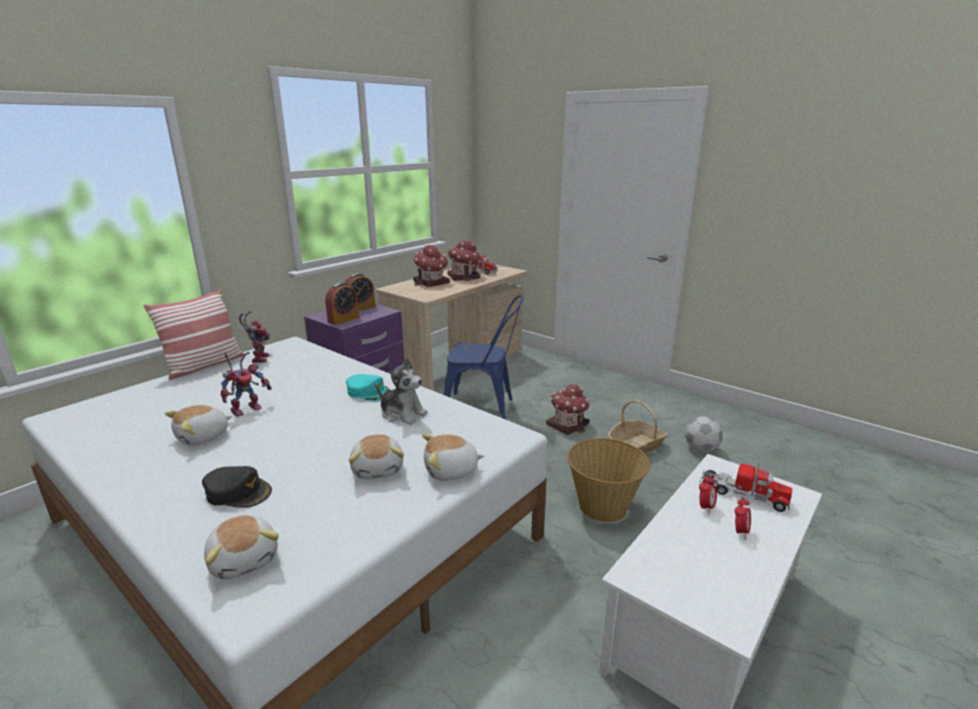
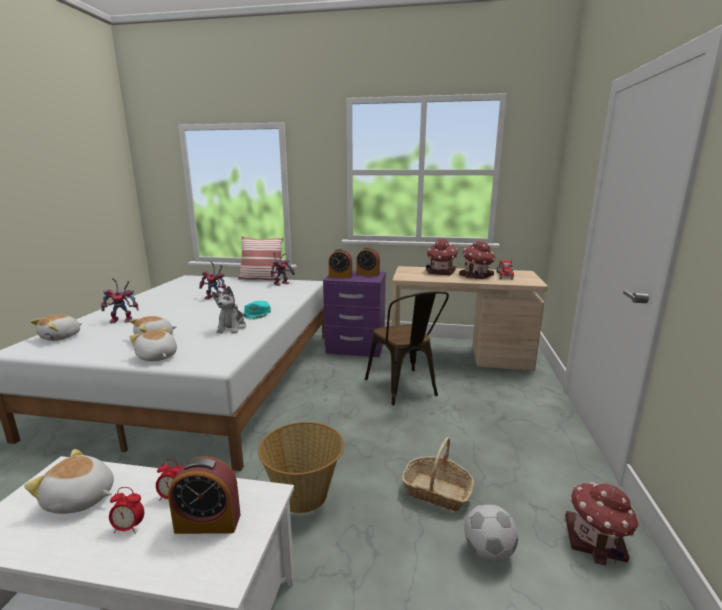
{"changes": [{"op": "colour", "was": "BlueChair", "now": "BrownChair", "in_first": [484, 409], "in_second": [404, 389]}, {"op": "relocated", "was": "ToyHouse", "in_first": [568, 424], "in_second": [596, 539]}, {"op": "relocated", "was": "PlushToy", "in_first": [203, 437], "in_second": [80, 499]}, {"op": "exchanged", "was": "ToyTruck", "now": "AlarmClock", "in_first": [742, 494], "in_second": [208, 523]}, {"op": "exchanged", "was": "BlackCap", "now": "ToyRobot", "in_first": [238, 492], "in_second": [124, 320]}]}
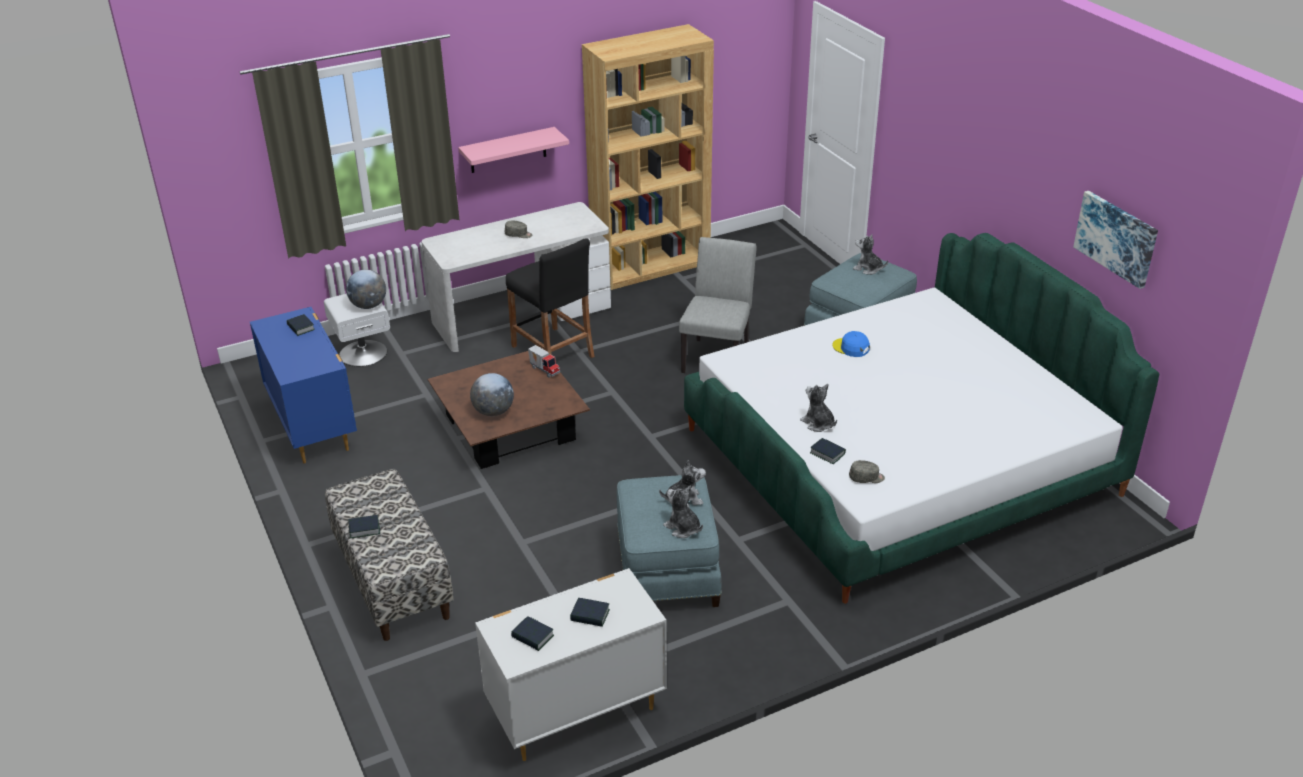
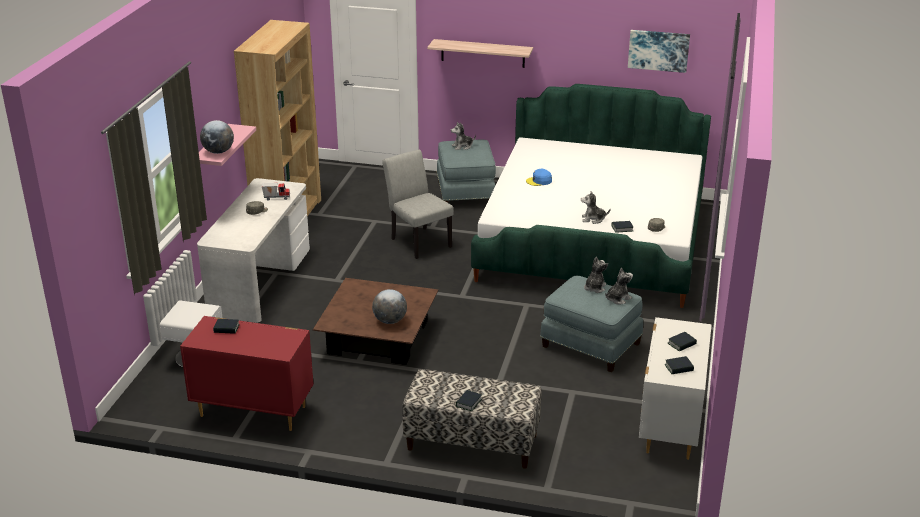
{"changes": [{"op": "missing", "was": "BlackStool", "in_first": [553, 351]}, {"op": "relocated", "was": "Globe", "in_first": [369, 306], "in_second": [218, 152]}, {"op": "colour", "was": "BlueDresser", "now": "RedDresser", "in_first": [313, 426], "in_second": [252, 410]}, {"op": "relocated", "was": "ToyTruck", "in_first": [545, 370], "in_second": [276, 197]}, {"op": "spun", "was": "PlushToy", "in_first": [683, 528], "in_second": [617, 299], "clockwise": 150}, {"op": "appeared", "now": "Shelf", "in_second": [482, 53]}]}
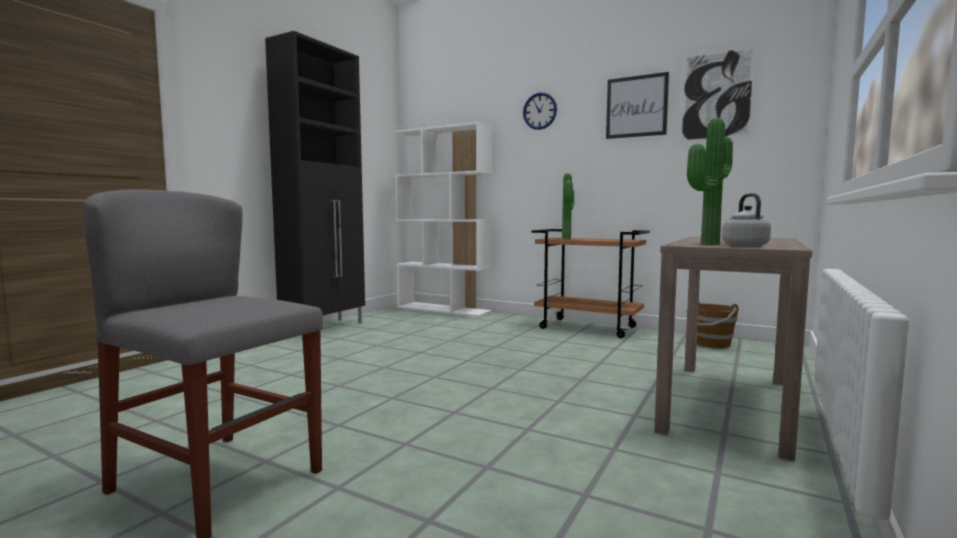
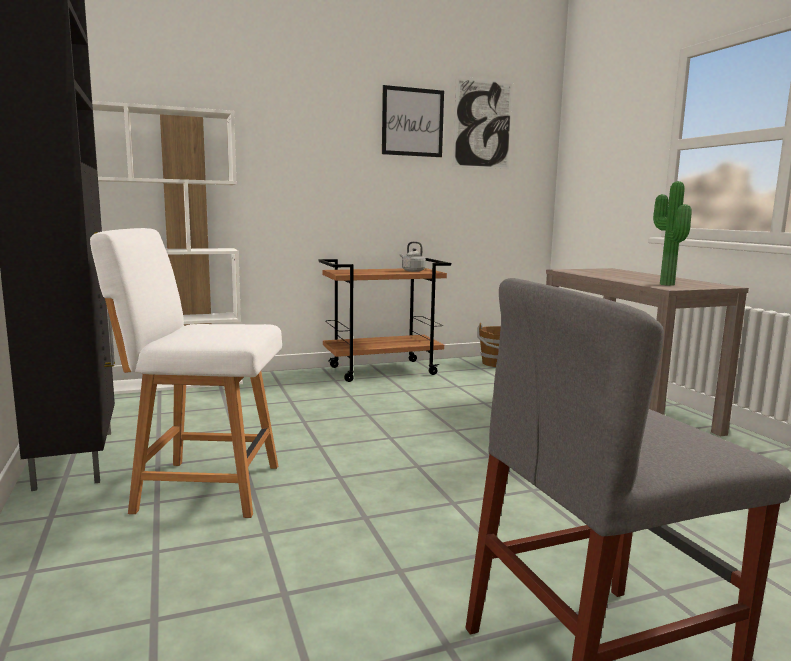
{"changes": [{"op": "missing", "was": "WallClock", "in_first": [540, 111]}, {"op": "missing", "was": "PottedPlant", "in_first": [568, 239]}, {"op": "relocated", "was": "GreyKettle", "in_first": [743, 246], "in_second": [412, 271]}, {"op": "appeared", "now": "WhiteChair", "in_second": [203, 487]}]}
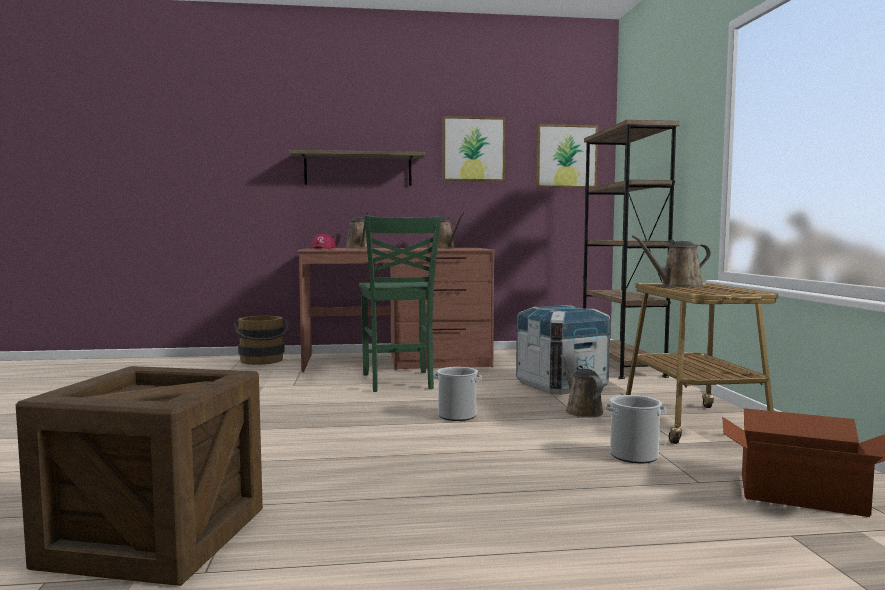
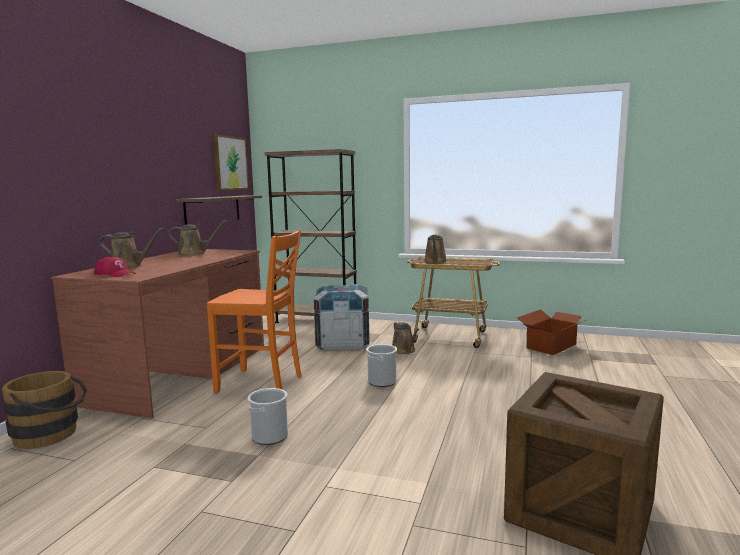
{"changes": [{"op": "missing", "was": "Picture", "in_first": [473, 149]}, {"op": "relocated", "was": "Shelf", "in_first": [358, 169], "in_second": [213, 210]}, {"op": "colour", "was": "GreenChair", "now": "OrangeChair", "in_first": [398, 382], "in_second": [261, 384]}, {"op": "spun", "was": "BrownWateringCan", "in_first": [582, 411], "in_second": [404, 351], "clockwise": -120}, {"op": "relocated", "was": "Bucket", "in_first": [634, 455], "in_second": [270, 436]}]}
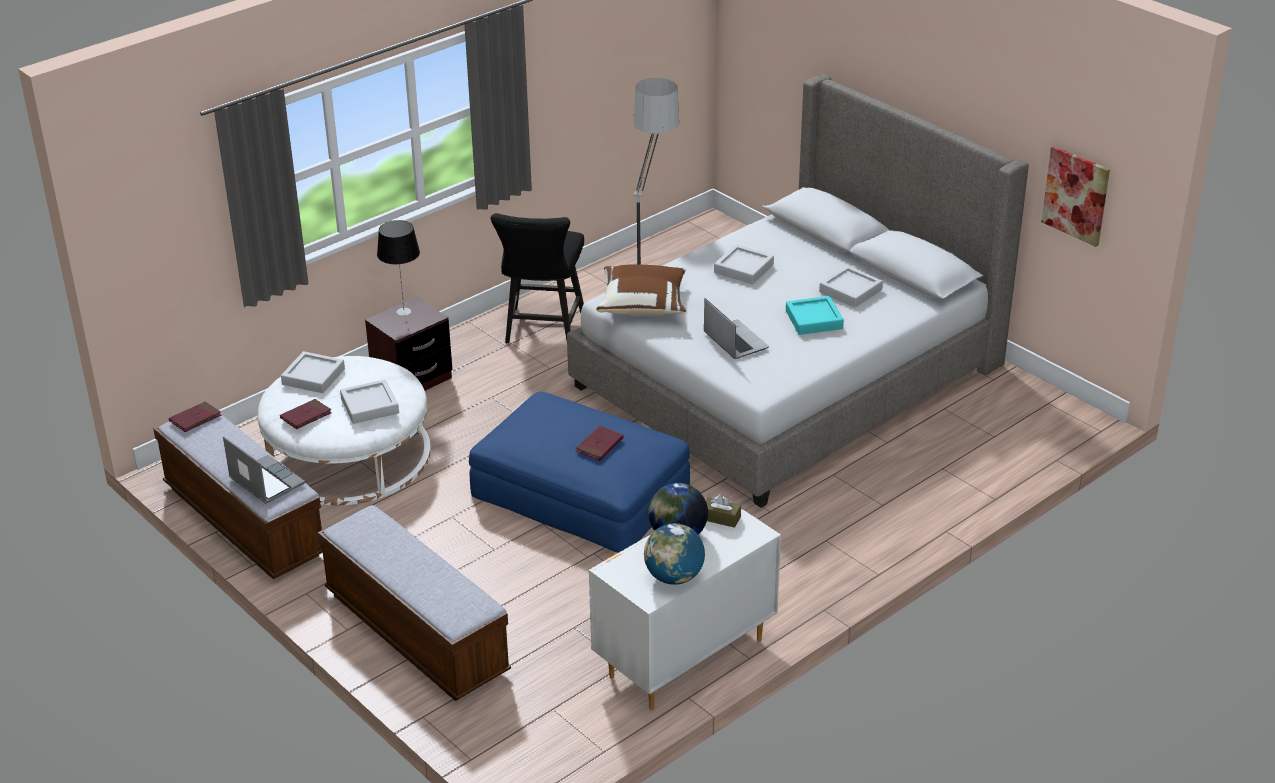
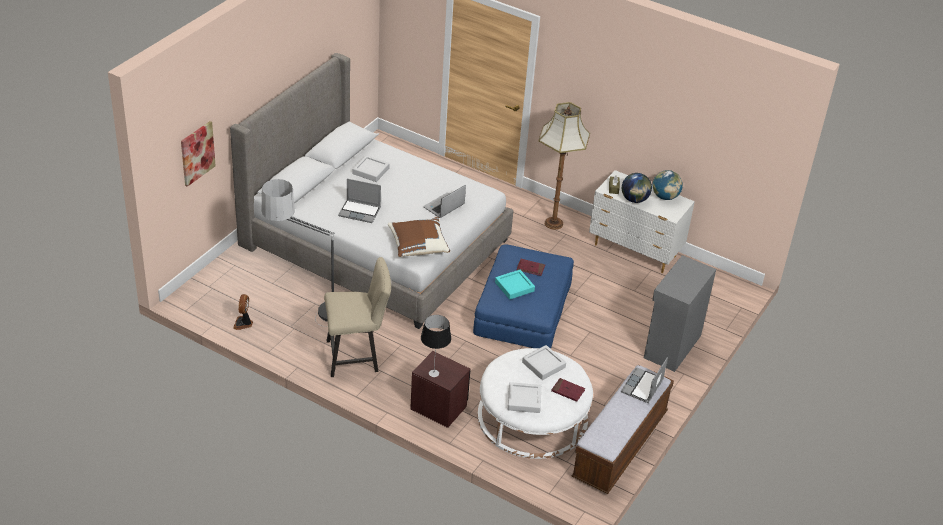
{"changes": [{"op": "relocated", "was": "Picture", "in_first": [1076, 195], "in_second": [197, 153]}, {"op": "colour", "was": "BlackChair", "now": "BeigeChair", "in_first": [542, 331], "in_second": [357, 356]}, {"op": "exchanged", "was": "GreyTray", "now": "Laptop", "in_first": [743, 268], "in_second": [360, 212]}, {"op": "relocated", "was": "TurquoiseTray", "in_first": [814, 320], "in_second": [514, 287]}, {"op": "missing", "was": "RedBook", "in_first": [195, 419]}, {"op": "exchanged", "was": "Bench", "now": "GreyCabinet", "in_first": [416, 633], "in_second": [671, 346]}, {"op": "appeared", "now": "FloorLamp", "in_second": [553, 223]}, {"op": "appeared", "now": "Fan", "in_second": [243, 323]}]}
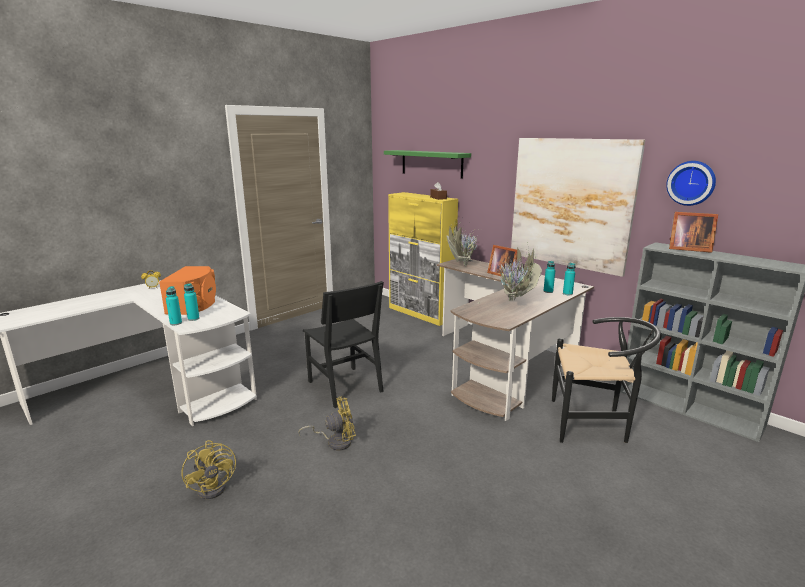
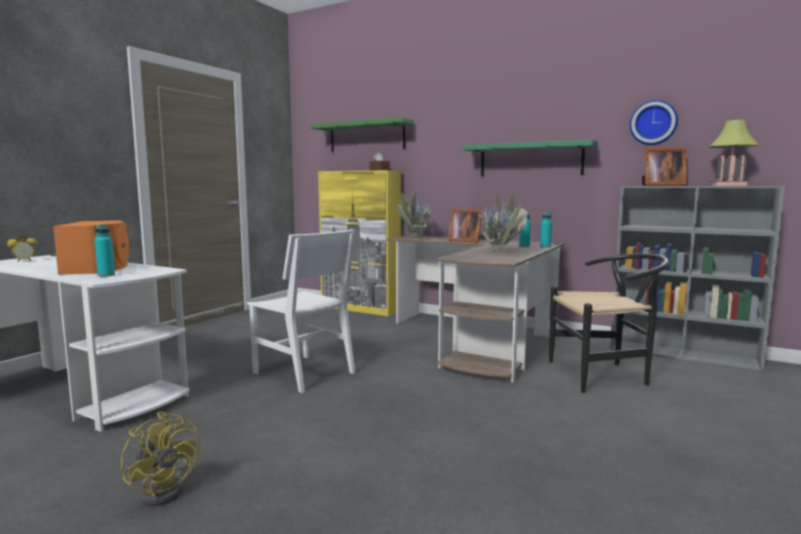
{"changes": [{"op": "exchanged", "was": "Picture", "now": "GreenShelf", "in_first": [570, 203], "in_second": [530, 159]}, {"op": "colour", "was": "BlackChair", "now": "WhiteChair", "in_first": [344, 386], "in_second": [303, 373]}, {"op": "missing", "was": "TurquoiseBottle", "in_first": [176, 323]}, {"op": "missing", "was": "YellowFan", "in_first": [335, 441]}, {"op": "appeared", "now": "TableLamp", "in_second": [729, 185]}]}
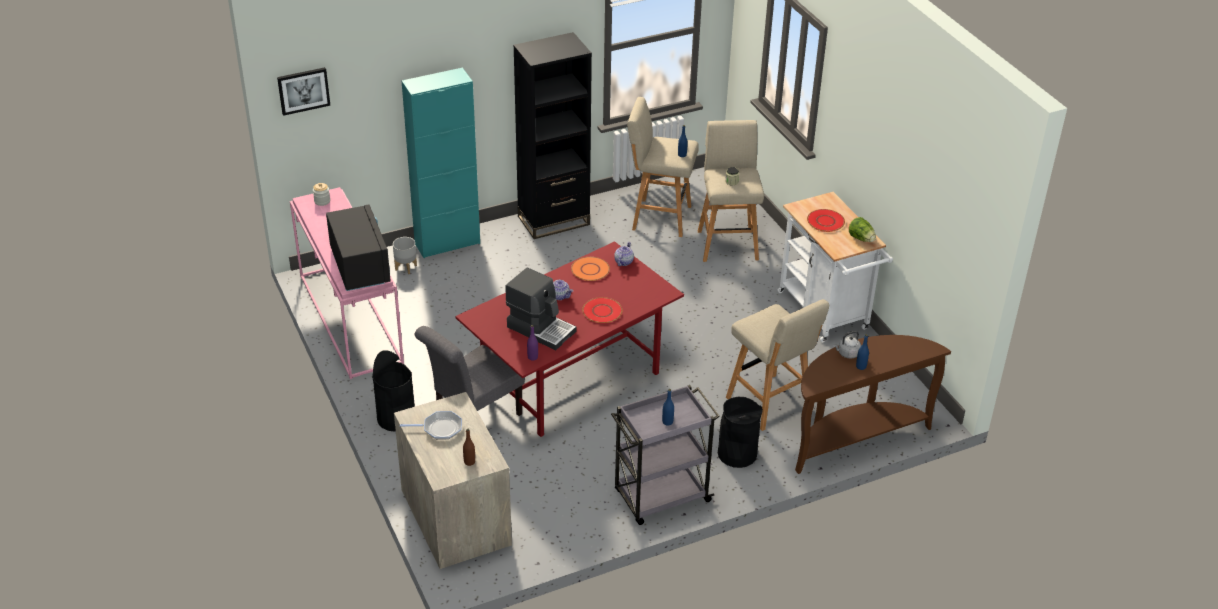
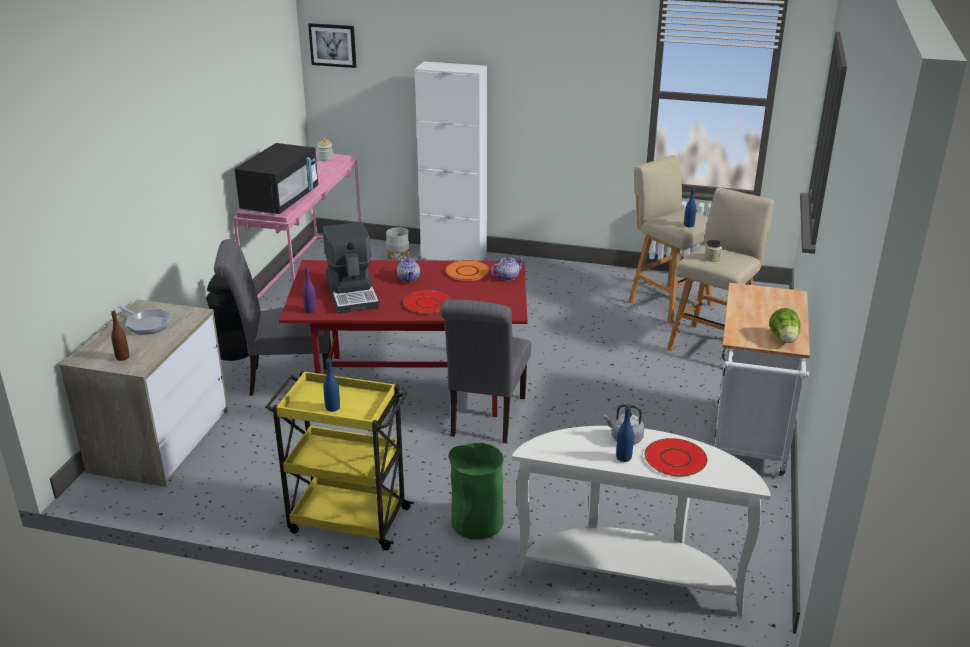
{"changes": [{"op": "missing", "was": "BlackBookcase", "in_first": [554, 220]}, {"op": "colour", "was": "TurquoiseCabinet", "now": "WhiteCabinet", "in_first": [447, 243], "in_second": [454, 256]}, {"op": "relocated", "was": "RedPlate", "in_first": [825, 221], "in_second": [675, 458]}, {"op": "missing", "was": "BeigeStool", "in_first": [770, 404]}, {"op": "colour", "was": "BrownConsoleTable", "now": "WhiteConsoleTable", "in_first": [854, 437], "in_second": [630, 575]}, {"op": "colour", "was": "GreyCart", "now": "YellowCart", "in_first": [660, 497], "in_second": [347, 520]}, {"op": "colour", "was": "BlackTrashCan", "now": "GreenTrashCan", "in_first": [737, 453], "in_second": [477, 522]}, {"op": "appeared", "now": "GreyChair", "in_second": [486, 419]}]}
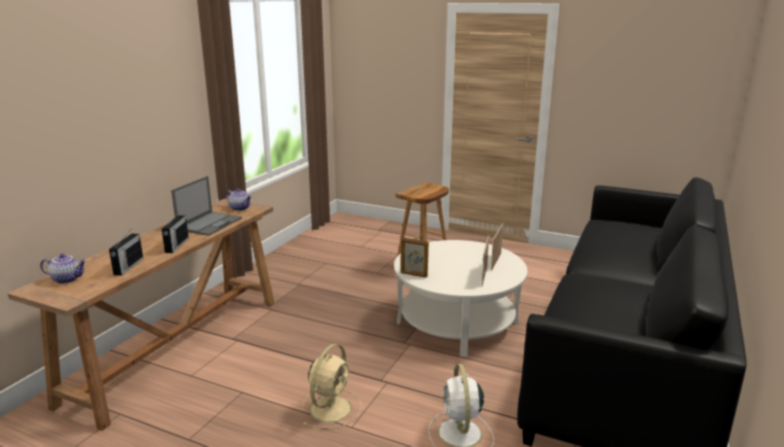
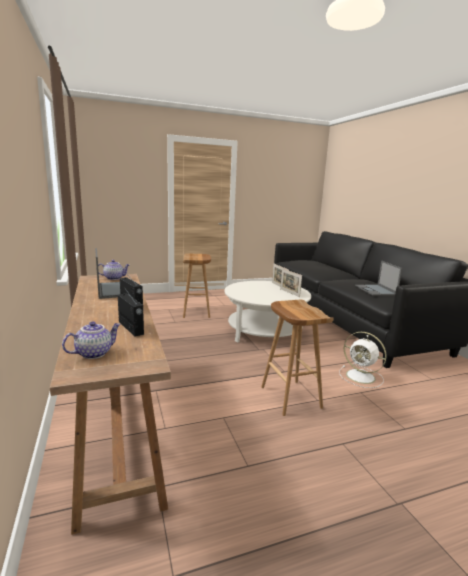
{"changes": [{"op": "missing", "was": "PictureFrame", "in_first": [413, 275]}, {"op": "exchanged", "was": "BeigeFan", "now": "BrownStool", "in_first": [331, 407], "in_second": [289, 396]}, {"op": "appeared", "now": "Laptop", "in_second": [376, 290]}]}
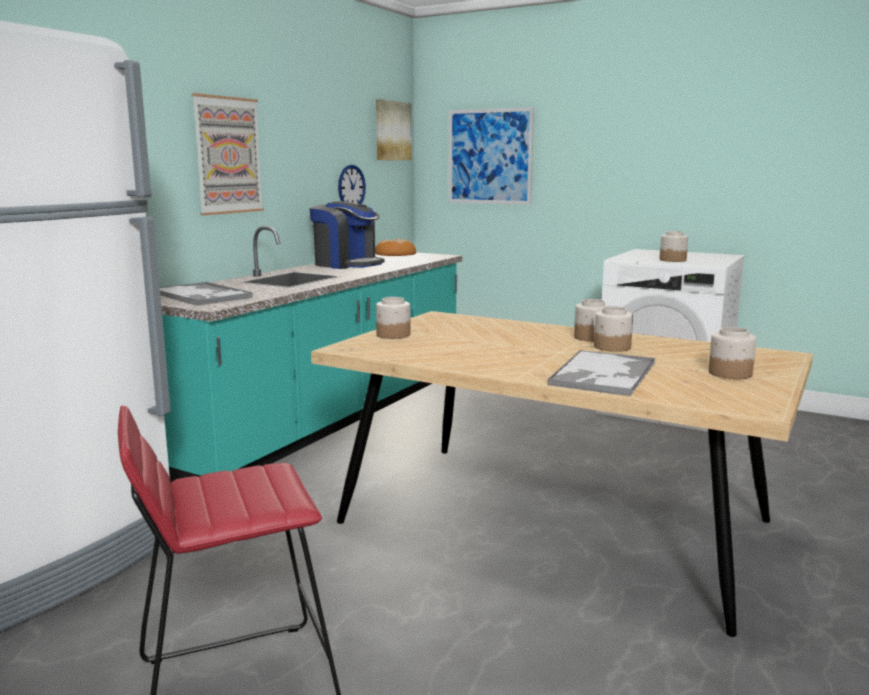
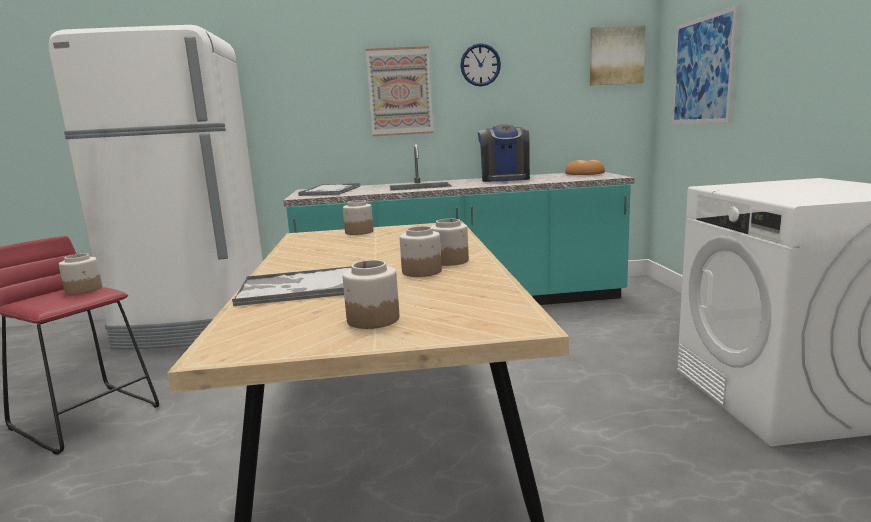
{"changes": [{"op": "relocated", "was": "WallClock", "in_first": [351, 187], "in_second": [480, 65]}, {"op": "relocated", "was": "Jar", "in_first": [673, 260], "in_second": [84, 290]}]}
